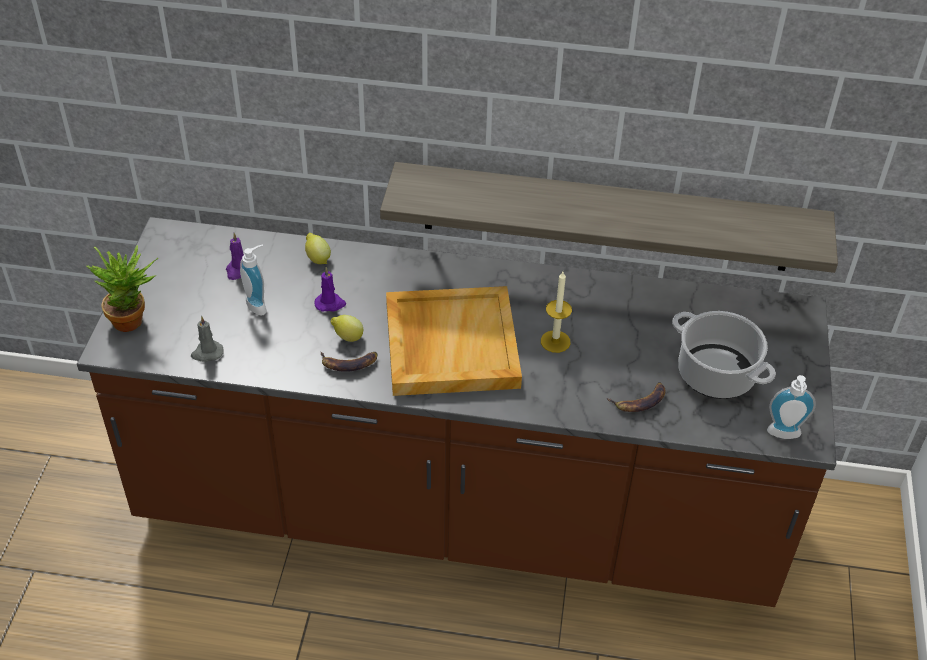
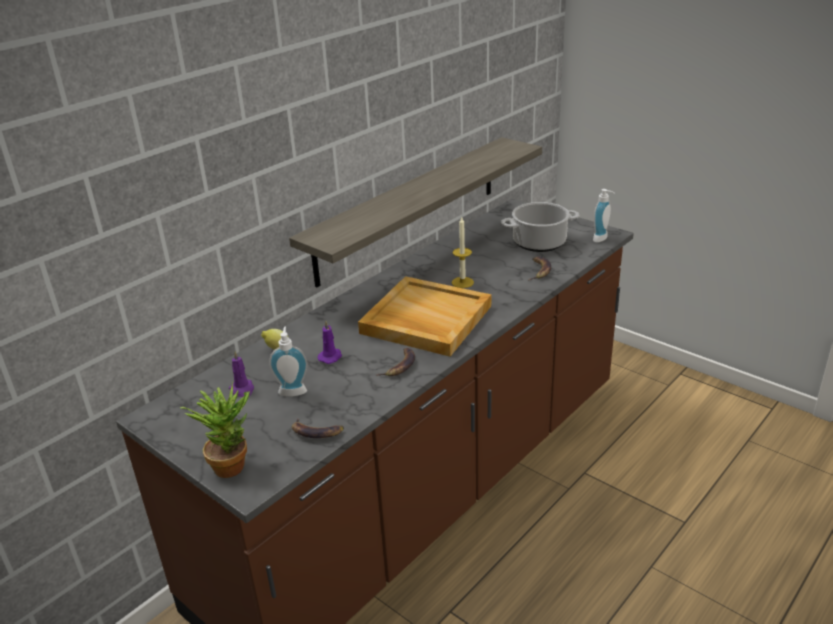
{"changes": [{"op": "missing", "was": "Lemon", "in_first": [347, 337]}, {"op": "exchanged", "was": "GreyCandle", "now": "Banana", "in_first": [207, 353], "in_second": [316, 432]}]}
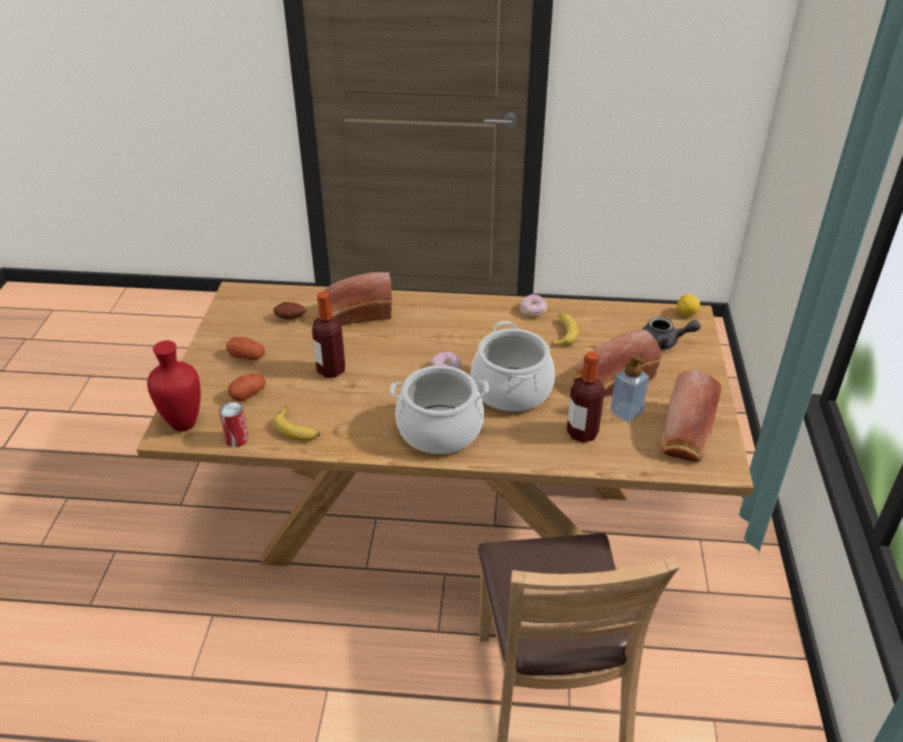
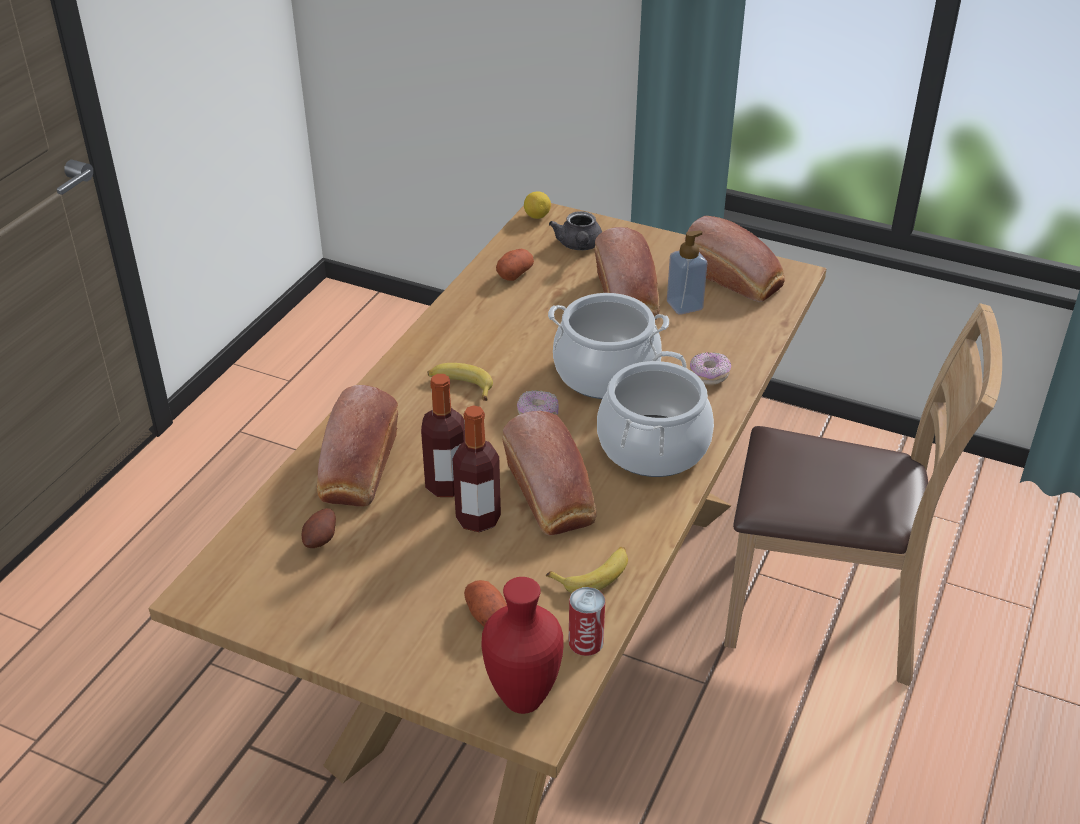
{"changes": [{"op": "relocated", "was": "Donut", "in_first": [533, 311], "in_second": [709, 376]}, {"op": "relocated", "was": "Banana", "in_first": [562, 333], "in_second": [460, 386]}, {"op": "spun", "was": "GreyTeapot", "in_first": [664, 342], "in_second": [579, 246], "clockwise": 150}, {"op": "relocated", "was": "Potato", "in_first": [247, 356], "in_second": [515, 274]}, {"op": "relocated", "was": "Bottle", "in_first": [582, 433], "in_second": [446, 485]}, {"op": "appeared", "now": "Bread", "in_second": [551, 497]}]}
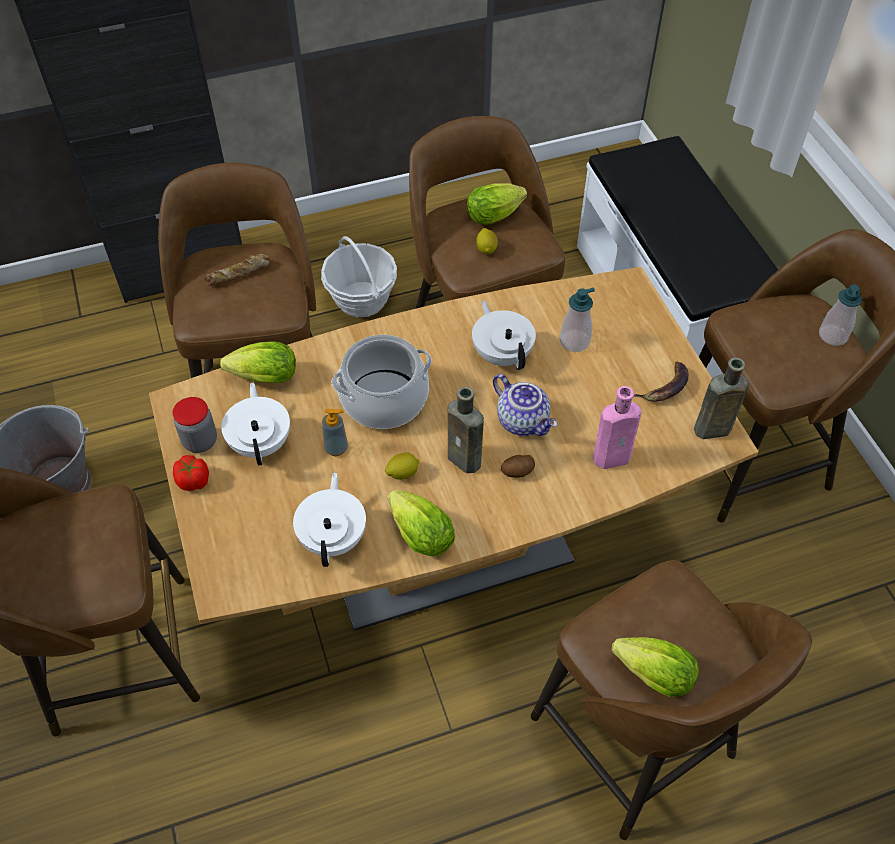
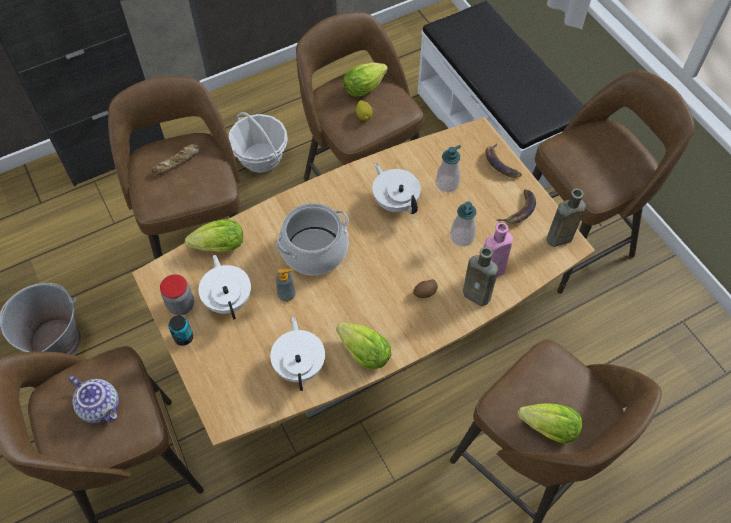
{"changes": [{"op": "relocated", "was": "SoapDispenser", "in_first": [833, 335], "in_second": [462, 237]}, {"op": "relocated", "was": "Teapot", "in_first": [524, 421], "in_second": [101, 406]}, {"op": "relocated", "was": "BrownBottle", "in_first": [466, 461], "in_second": [478, 296]}, {"op": "missing", "was": "Lemon", "in_first": [402, 473]}, {"op": "exchanged", "was": "Tomato", "now": "Can", "in_first": [194, 481], "in_second": [183, 337]}, {"op": "appeared", "now": "Banana", "in_second": [500, 164]}]}
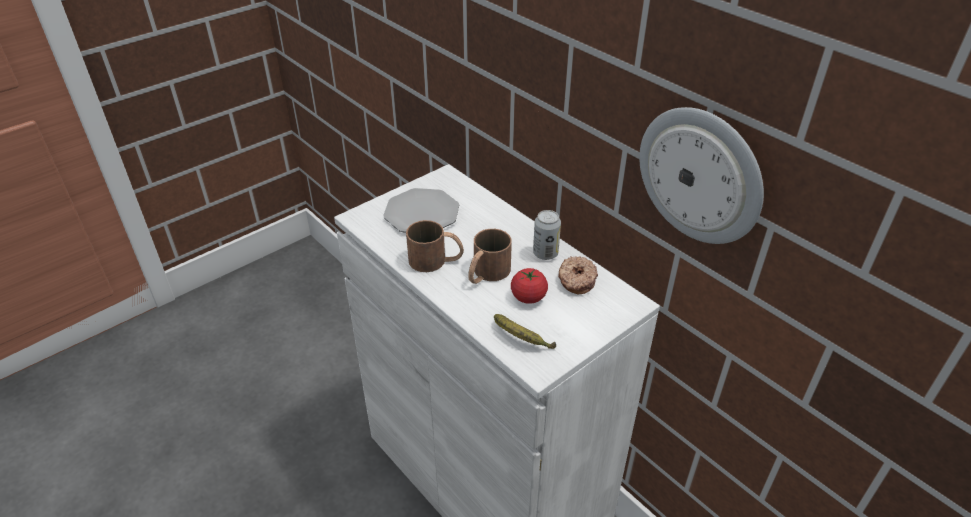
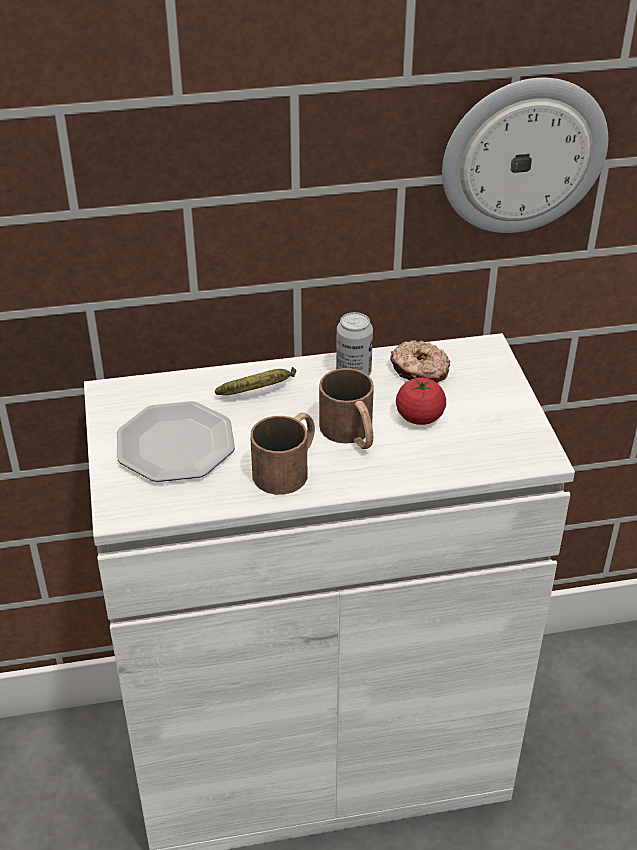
{"changes": [{"op": "relocated", "was": "Banana", "in_first": [521, 339], "in_second": [260, 391]}]}
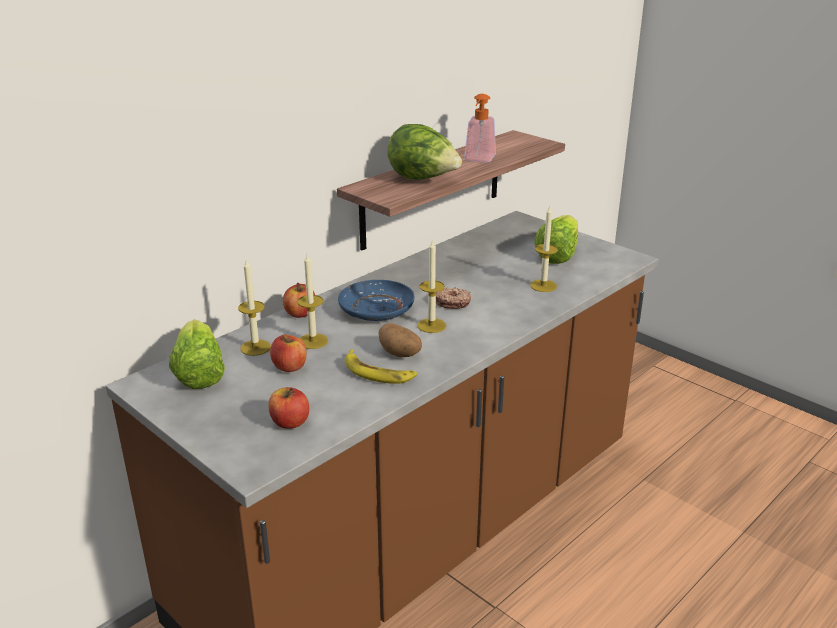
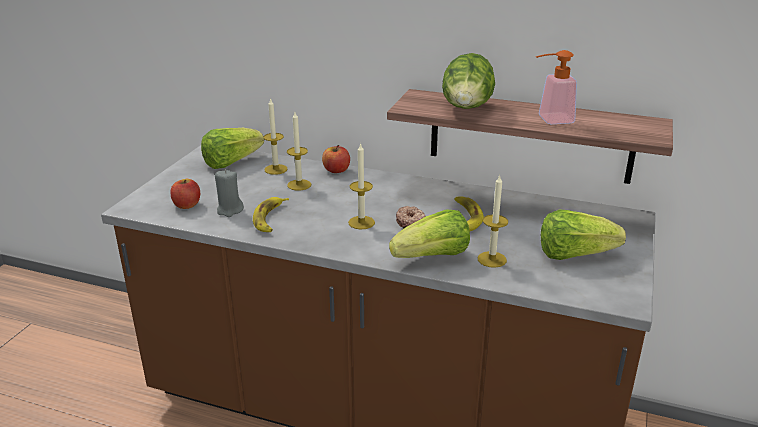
{"changes": [{"op": "missing", "was": "BluePlate", "in_first": [376, 310]}, {"op": "missing", "was": "Potato", "in_first": [400, 354]}, {"op": "missing", "was": "Apple", "in_first": [289, 367]}, {"op": "appeared", "now": "GreyCandle", "in_second": [230, 210]}, {"op": "appeared", "now": "Banana", "in_second": [465, 218]}, {"op": "appeared", "now": "Lettuce", "in_second": [433, 257]}]}
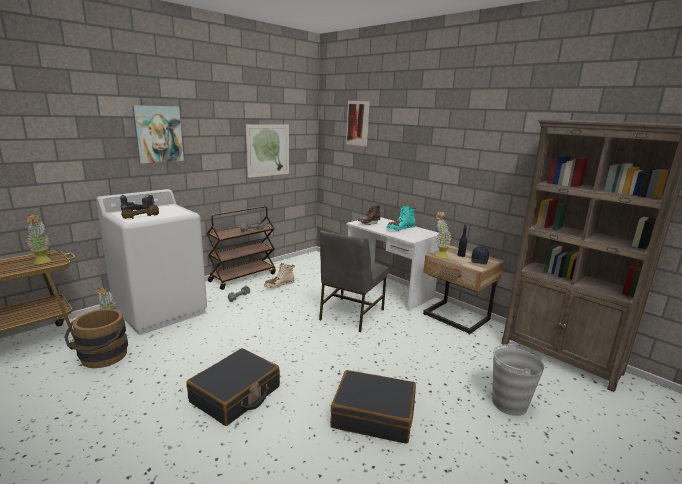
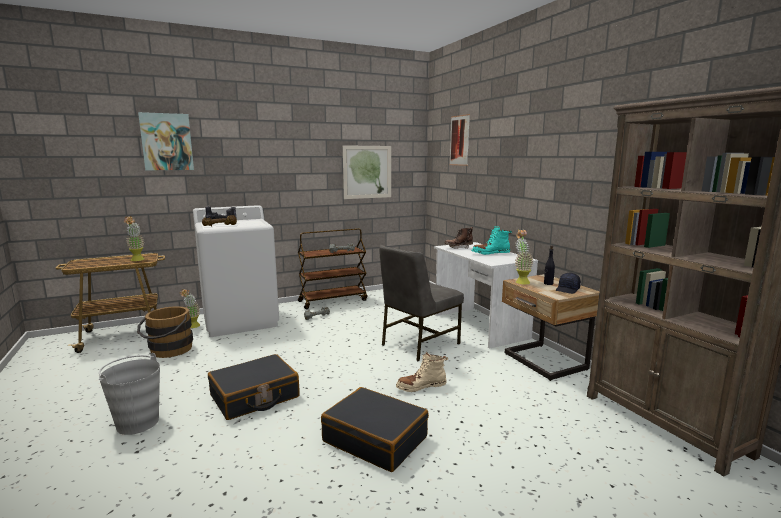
{"changes": [{"op": "relocated", "was": "Picture", "in_first": [158, 134], "in_second": [167, 142]}, {"op": "relocated", "was": "BeigeBoot", "in_first": [279, 285], "in_second": [421, 386]}, {"op": "relocated", "was": "GreyBucket", "in_first": [508, 403], "in_second": [137, 423]}]}
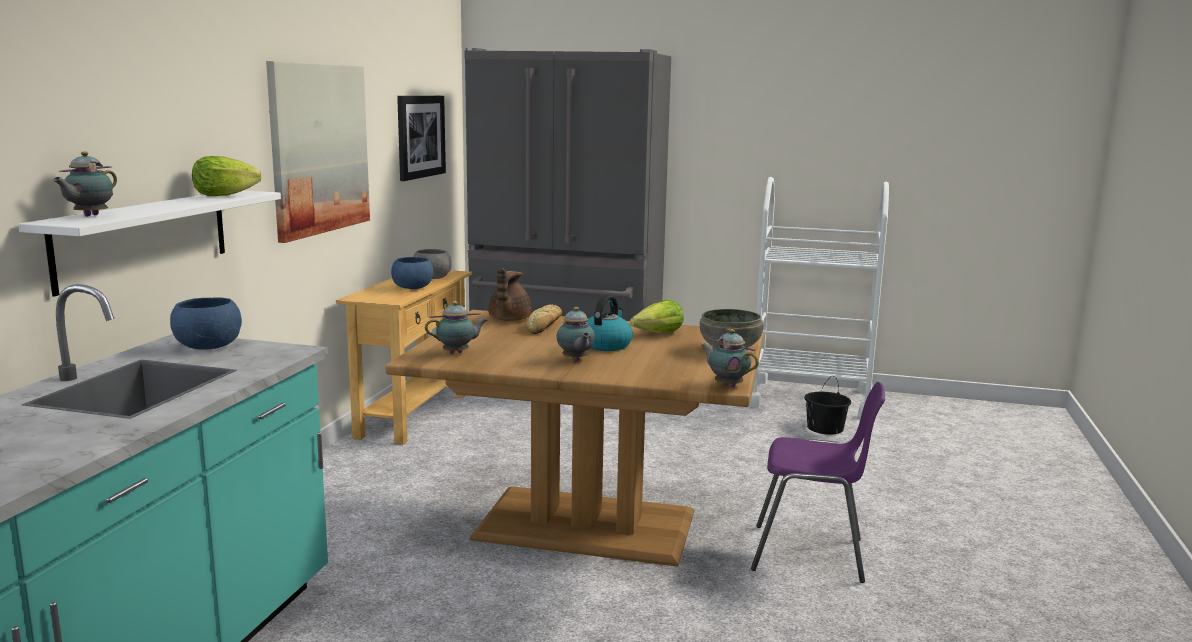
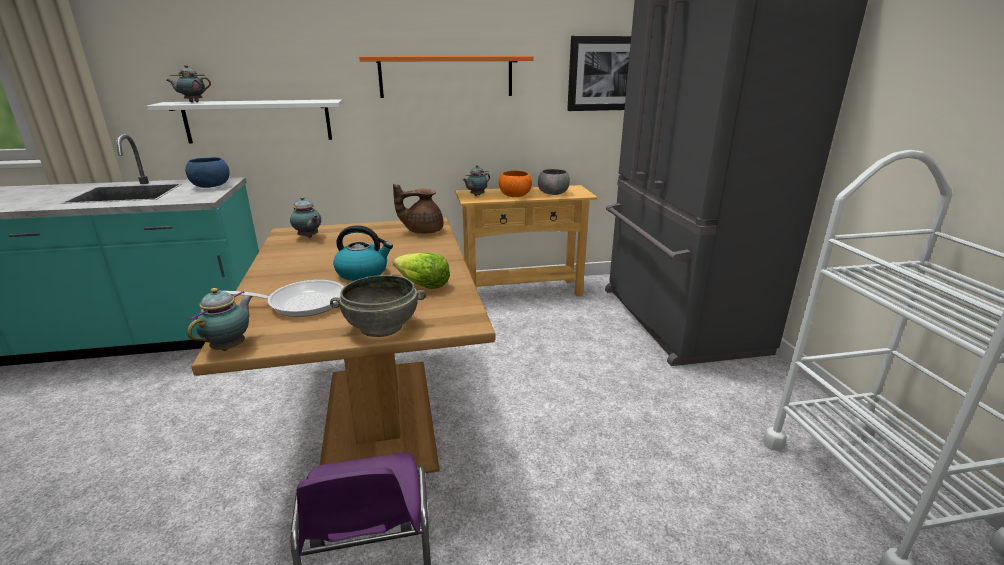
{"changes": [{"op": "exchanged", "was": "Picture", "now": "OrangeShelf", "in_first": [318, 148], "in_second": [446, 76]}, {"op": "missing", "was": "Lettuce", "in_first": [224, 195]}, {"op": "colour", "was": "BlueBowl", "now": "OrangeBowl", "in_first": [412, 288], "in_second": [514, 195]}, {"op": "missing", "was": "Bread", "in_first": [544, 326]}, {"op": "relocated", "was": "Teapot", "in_first": [575, 360], "in_second": [476, 195]}, {"op": "missing", "was": "BlackBucket", "in_first": [825, 428]}, {"op": "appeared", "now": "FryingPan", "in_second": [300, 303]}]}
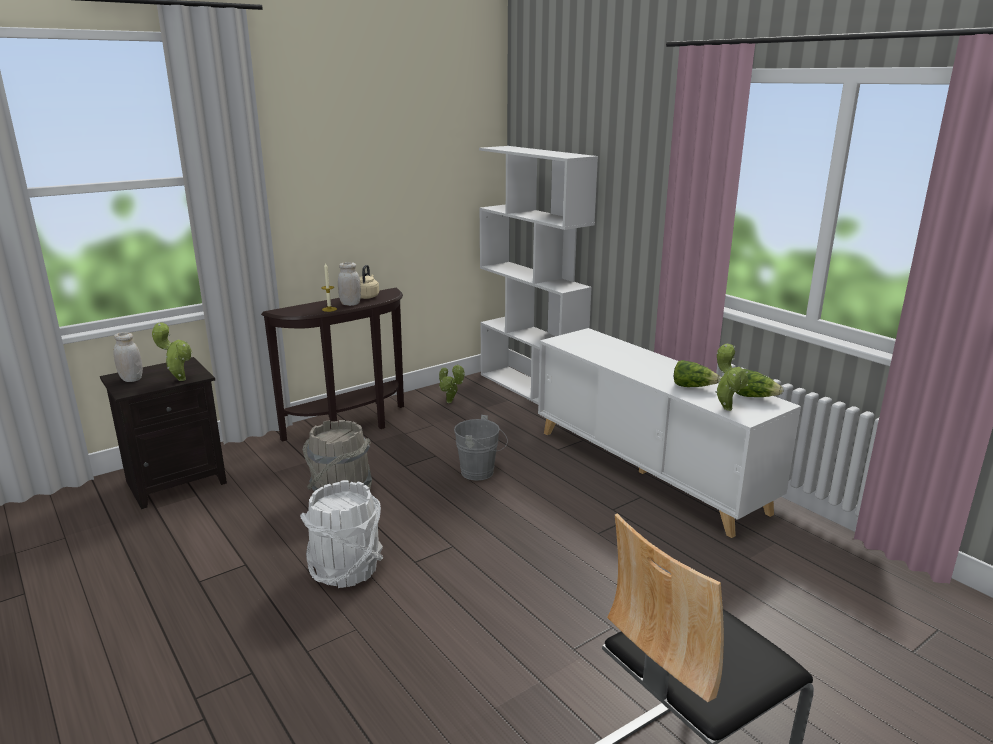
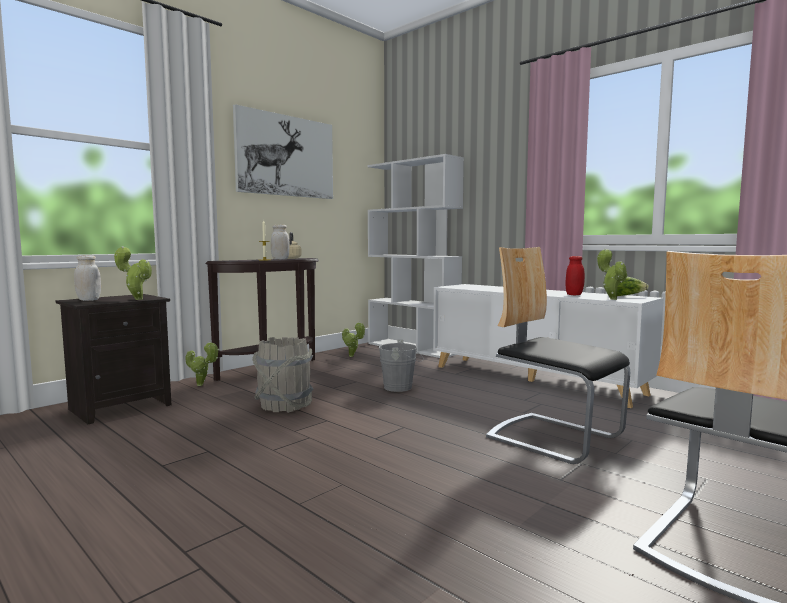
{"changes": [{"op": "exchanged", "was": "Lettuce", "now": "RedJar", "in_first": [693, 387], "in_second": [574, 294]}, {"op": "missing", "was": "WhiteBucket", "in_first": [346, 569]}, {"op": "appeared", "now": "Picture", "in_second": [286, 156]}, {"op": "appeared", "now": "Chair", "in_second": [554, 437]}, {"op": "appeared", "now": "PottedPlant", "in_second": [202, 385]}]}
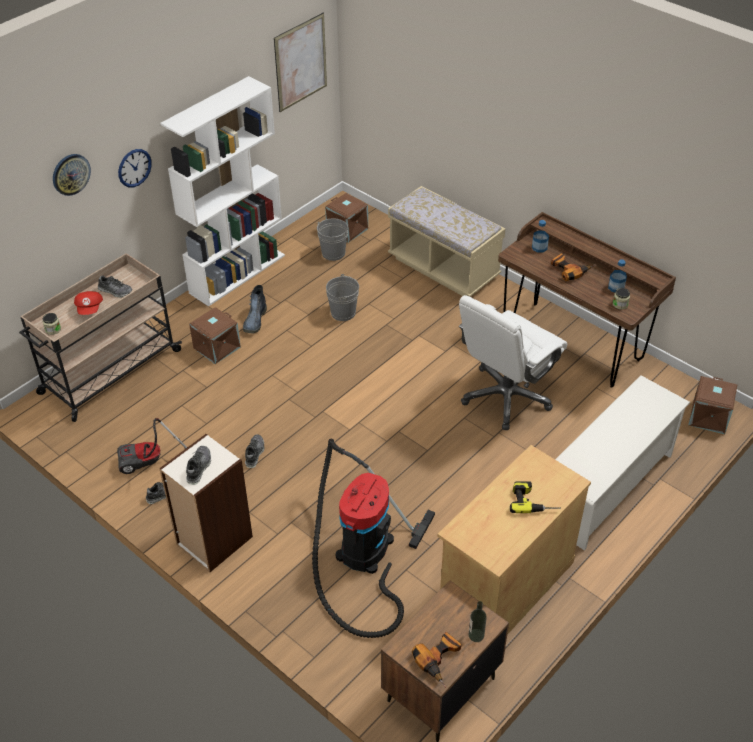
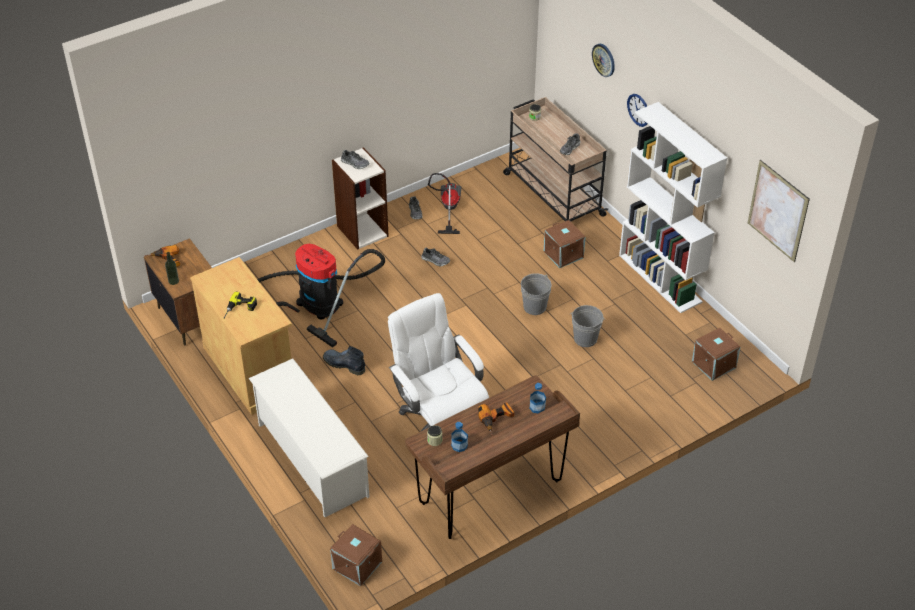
{"changes": [{"op": "missing", "was": "BeigeBench", "in_first": [443, 268]}, {"op": "relocated", "was": "GreyBucket", "in_first": [333, 253], "in_second": [535, 307]}, {"op": "relocated", "was": "Boot", "in_first": [255, 321], "in_second": [343, 364]}, {"op": "missing", "was": "RedCap", "in_first": [90, 308]}]}
